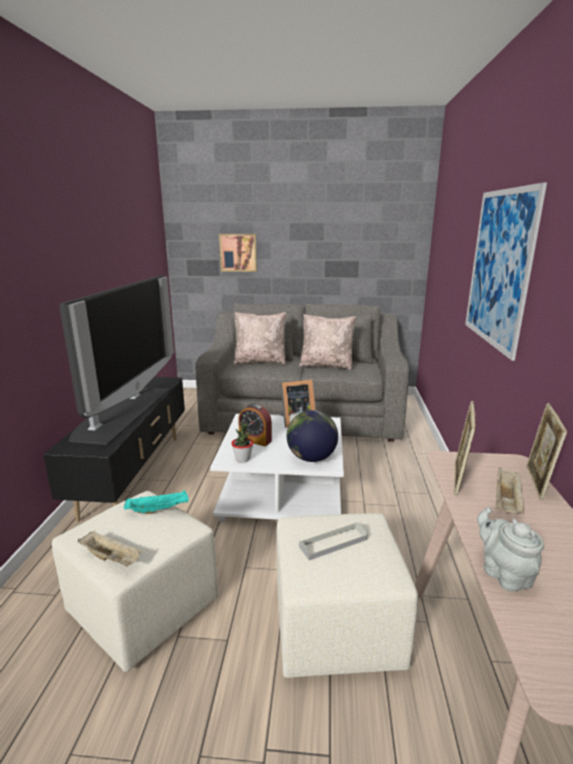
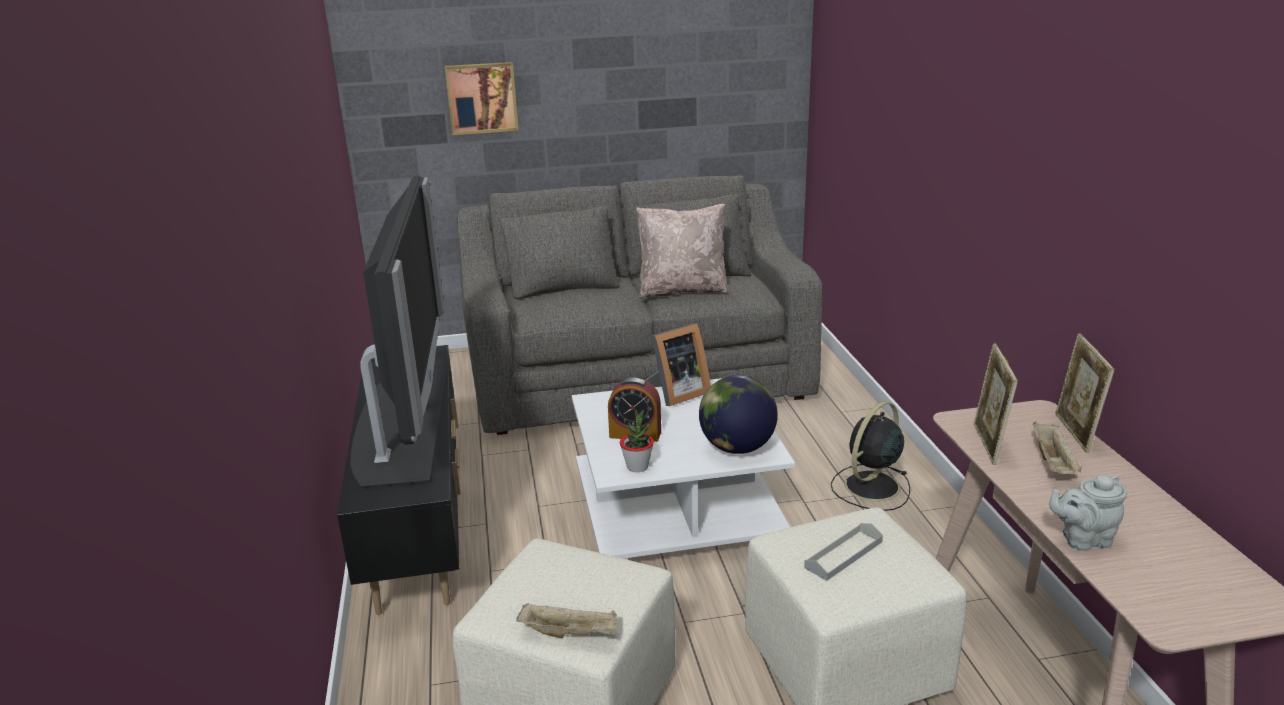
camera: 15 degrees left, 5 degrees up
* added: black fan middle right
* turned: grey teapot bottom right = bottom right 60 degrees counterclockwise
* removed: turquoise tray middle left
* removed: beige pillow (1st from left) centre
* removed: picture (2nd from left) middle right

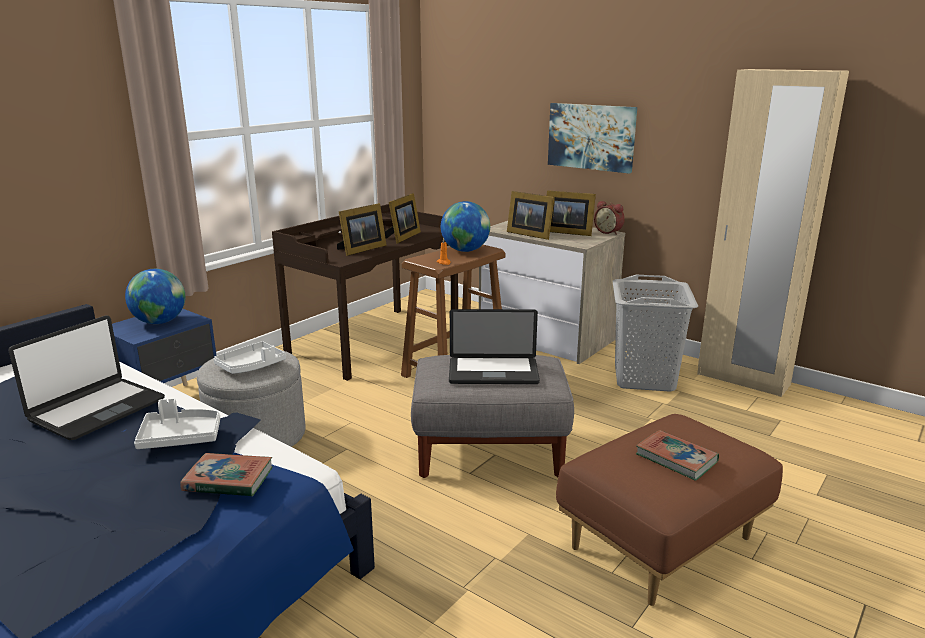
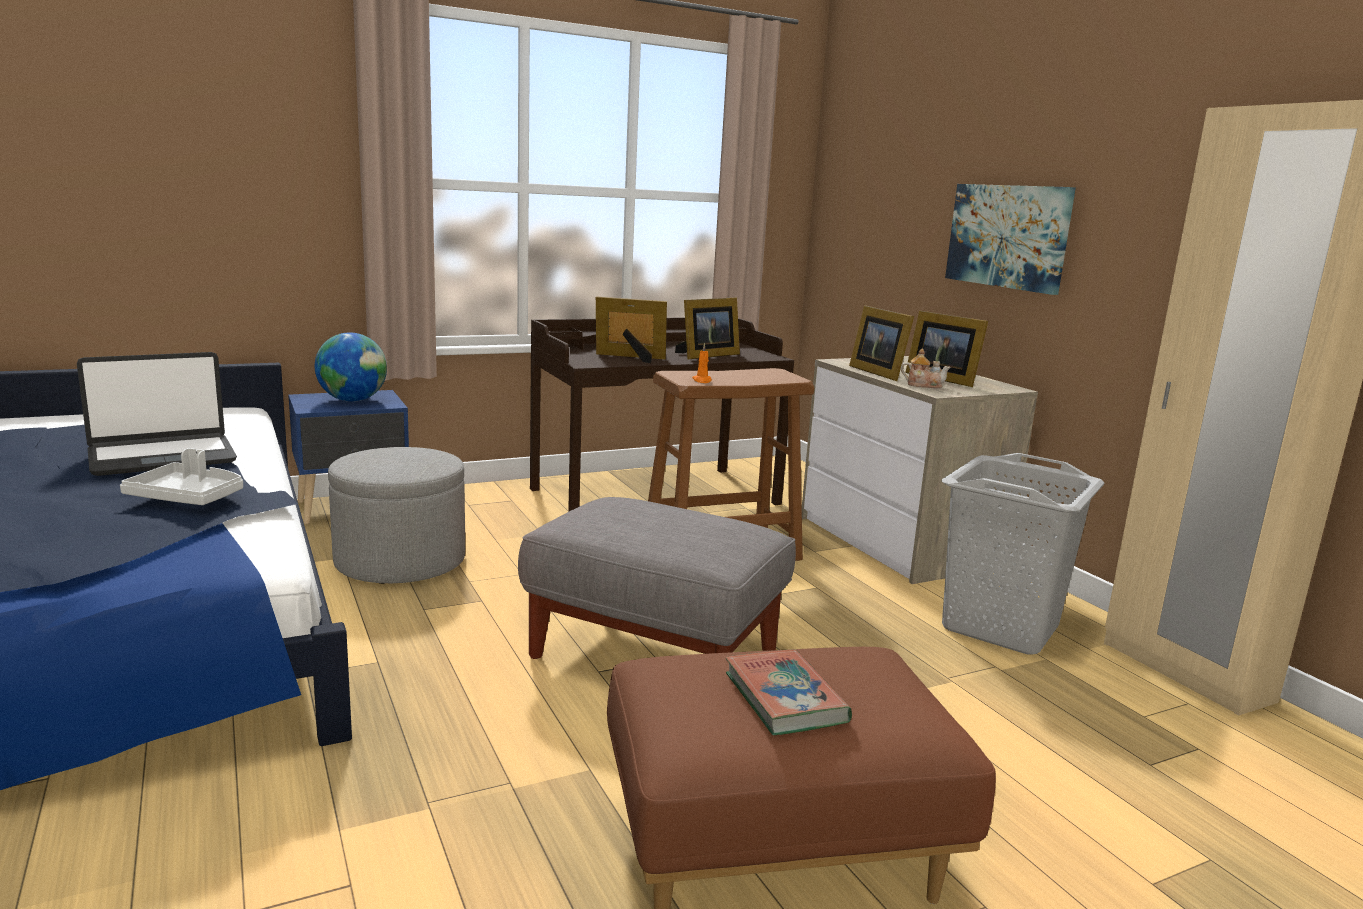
camera: 25 degrees right, 5 degrees down
* turned: picture frame (1st from left) centre = centre 150 degrees counterclockwise
* added: teapot middle right
* removed: book (1st from left) bottom left
* removed: white tray (2nd from left) middle left
* removed: globe (2nd from left) centre
* removed: laptop (2nd from left) centre
* removed: alarm clock centre

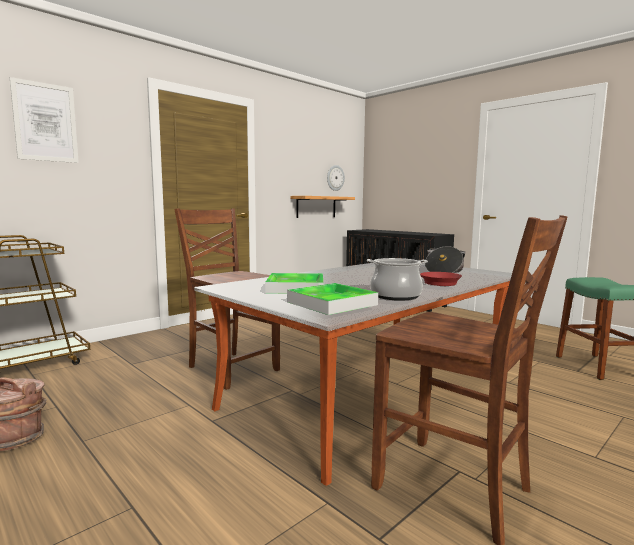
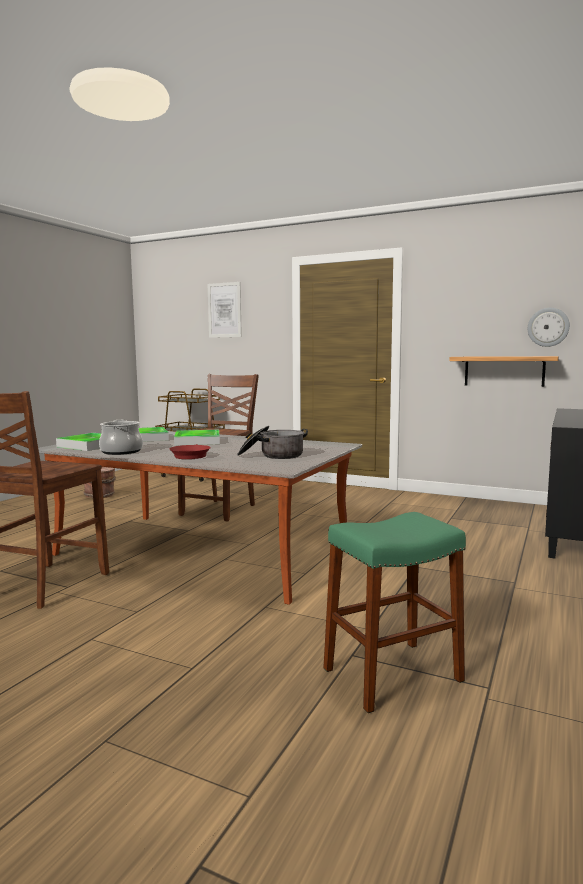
camera: 70 degrees right, 0 degrees up
* added: tray (3rd from left) centre

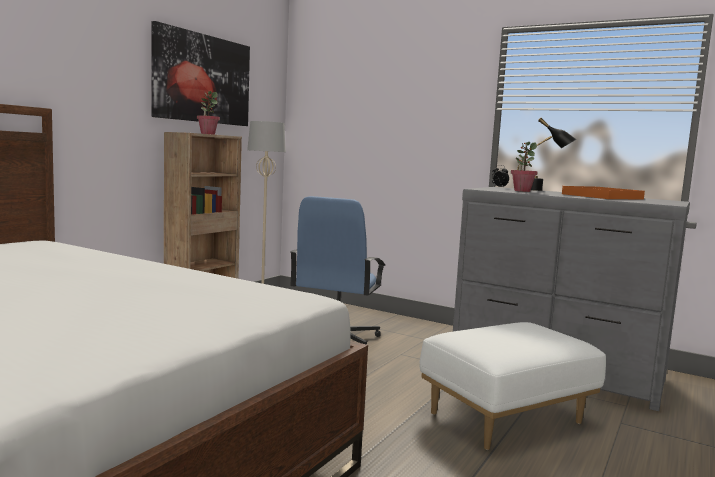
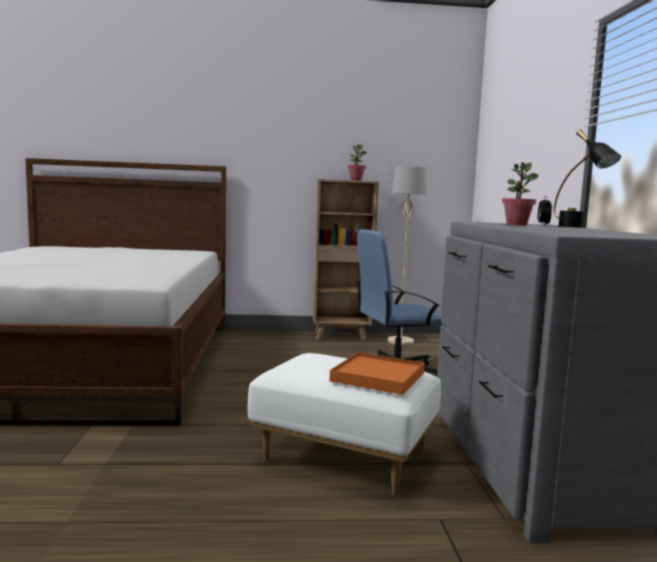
camera: 55 degrees right, 0 degrees up
* moved: orange tray middle right to centre
* removed: picture top left

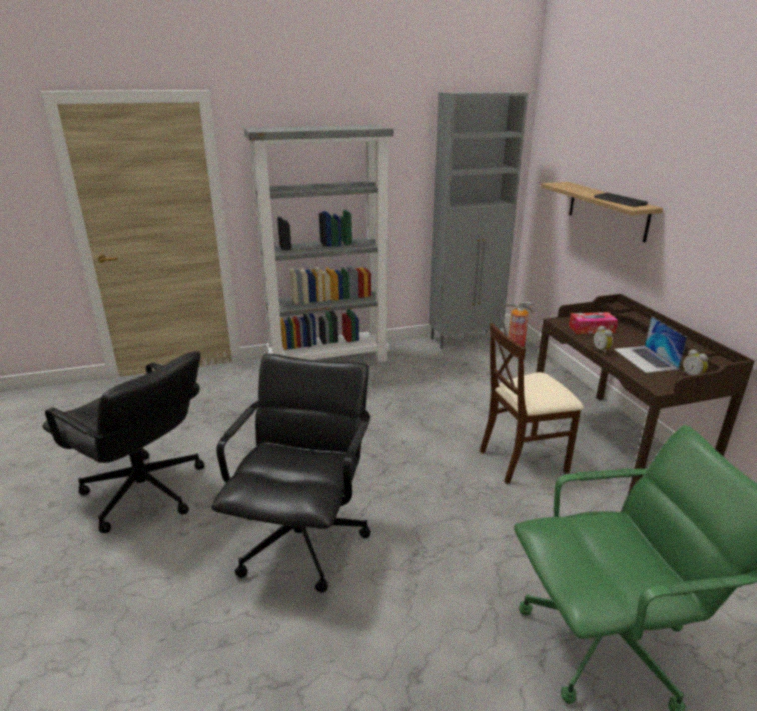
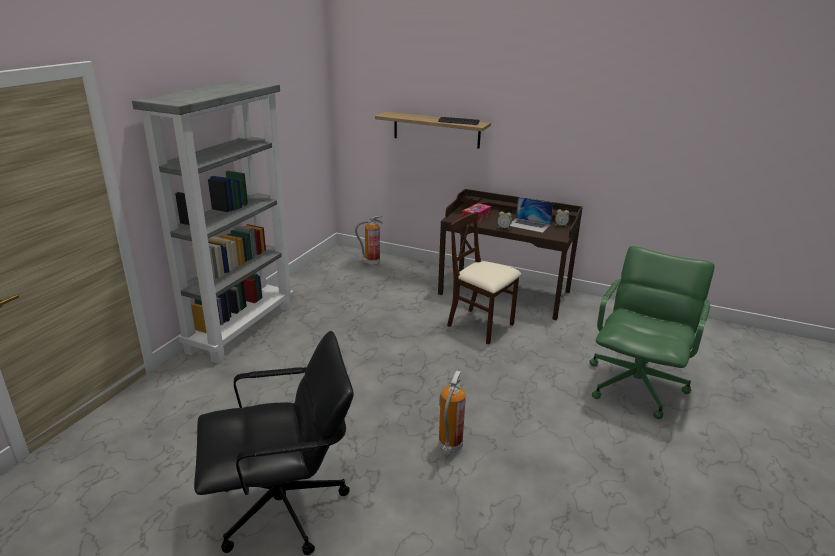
camera: 50 degrees left, 0 degrees up
* replaced: black office chair (2nd from left) centre to fire extinguisher (2nd from left) bottom centre
* turned: beige chair middle right = centre 105 degrees clockwise
* removed: grey cabinet top centre

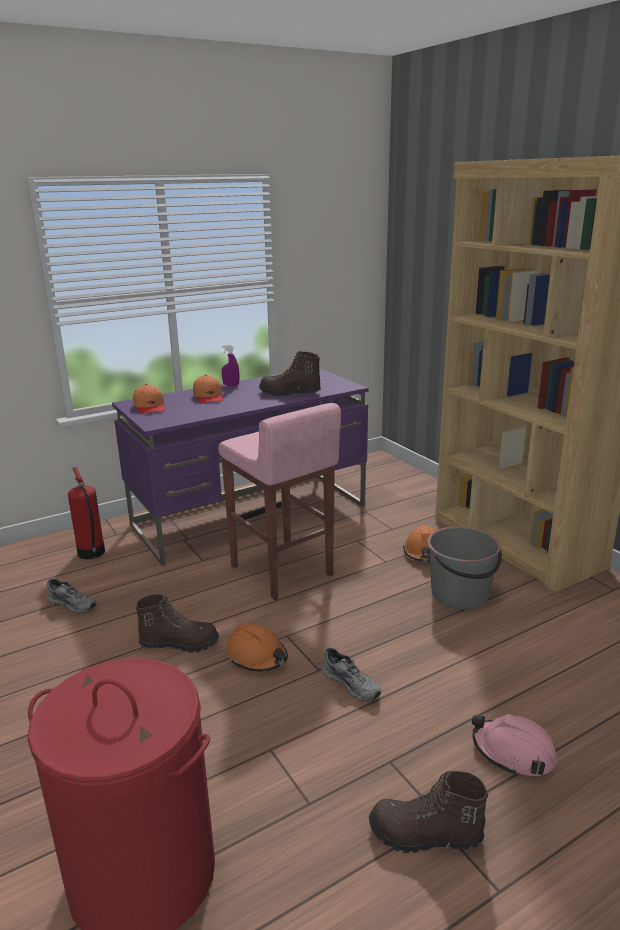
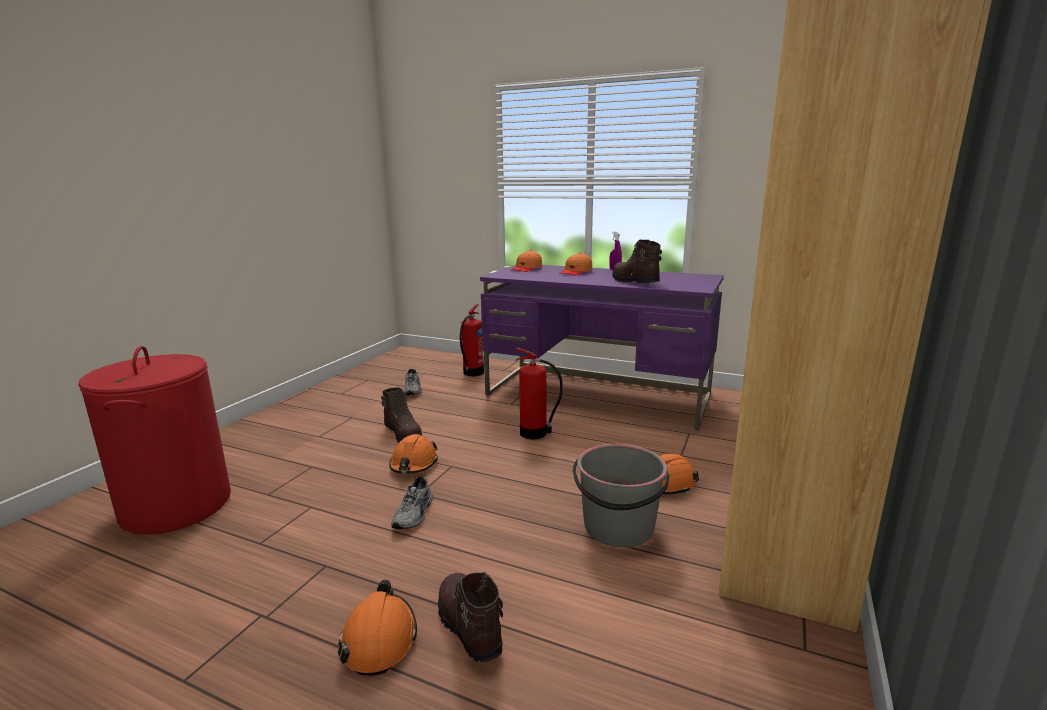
camera: 55 degrees right, 5 degrees down
* recoloured: pink hard hat bottom right to orange hard hat (1st from left) bottom centre
* moved: brown boot (3rd from left in the first image) bottom right to brown boot (2nd from left) bottom centre
* replaced: pink stool centre to fire extinguisher (2nd from left) centre

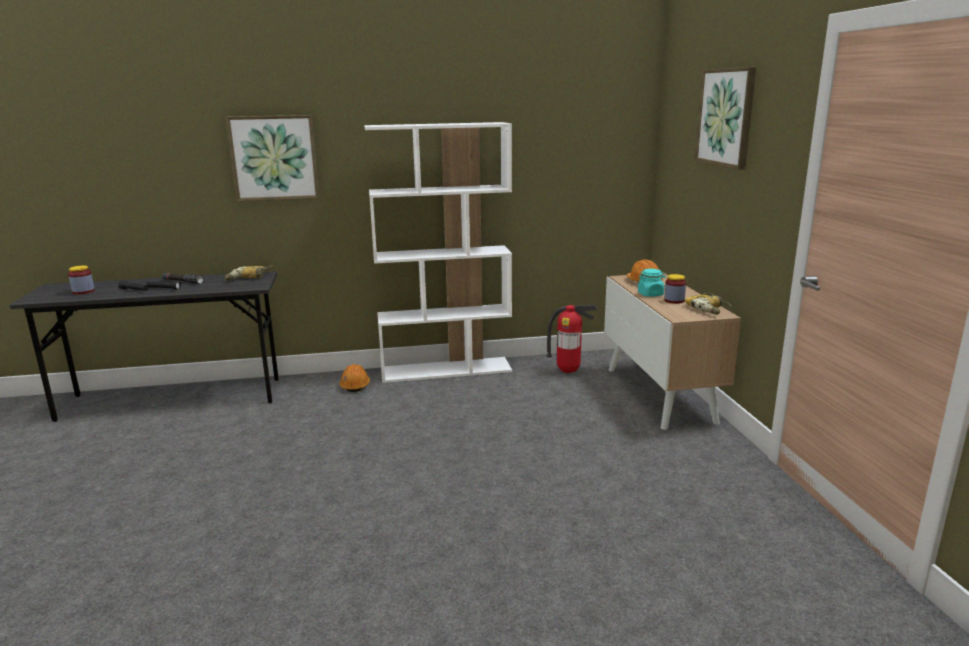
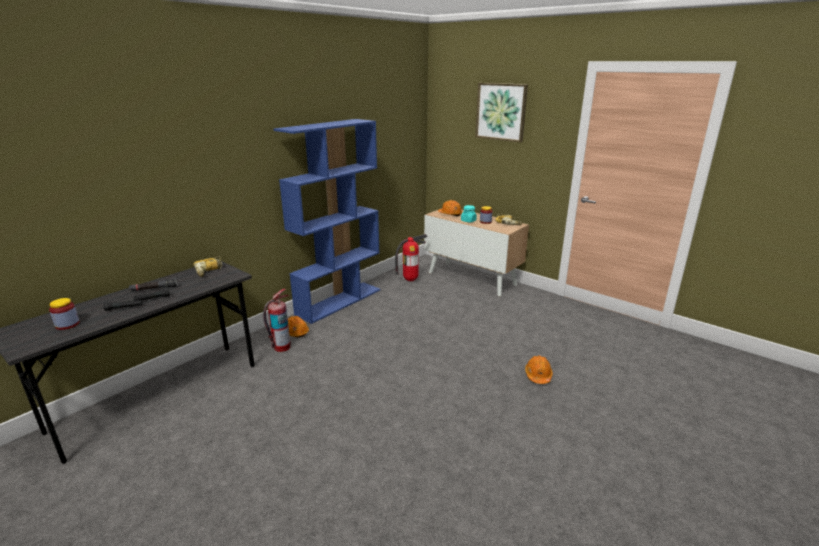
camera: 40 degrees left, 5 degrees up
* added: fire extinguisher (1st from left) centre
* recoloured: white bookcase centre to blue bookcase centre
* added: orange hard hat (3rd from left) bottom centre
* removed: picture (1st from left) top left

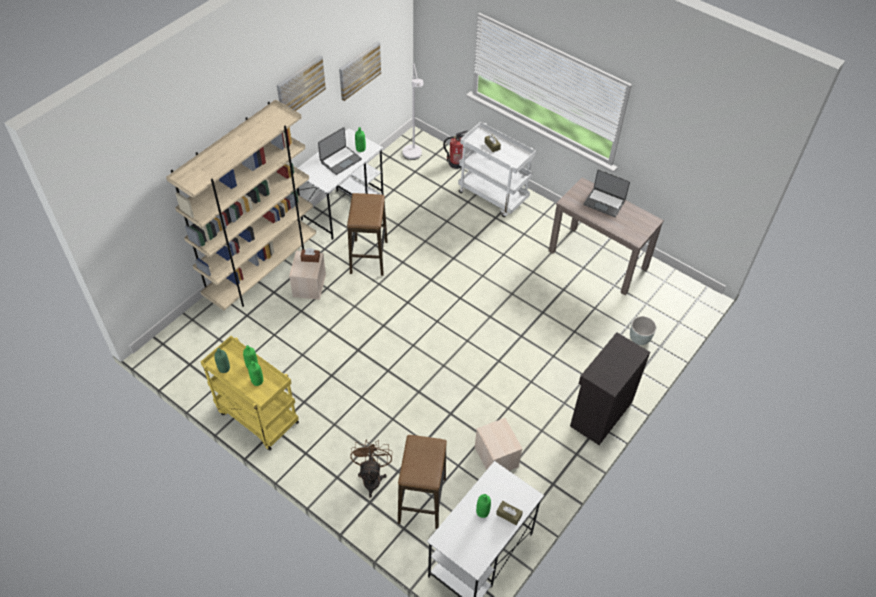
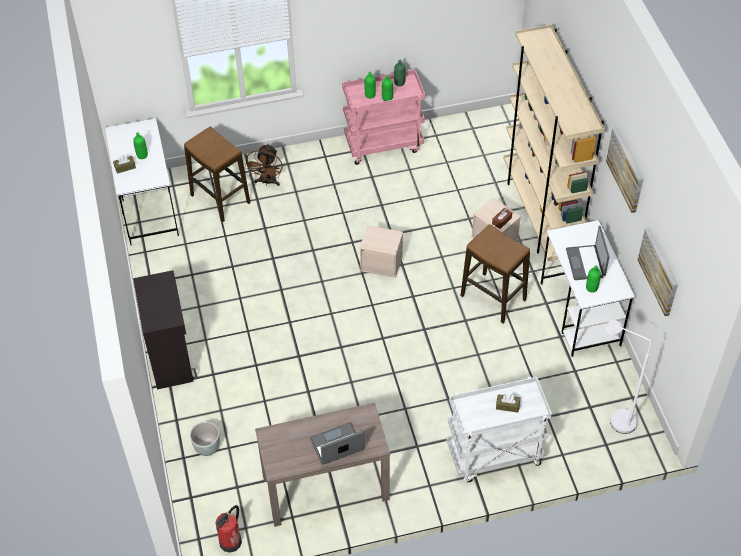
camera: 130 degrees right, 0 degrees up
* moved: fire extinguisher top centre to bottom left
* turned: brown fan bottom centre = top centre 60 degrees clockwise
* recoloured: yellow cart middle left to pink cart top centre
* moved: beige storage box (2nd from left in the first image) bottom centre to beige storage box (1st from left) centre

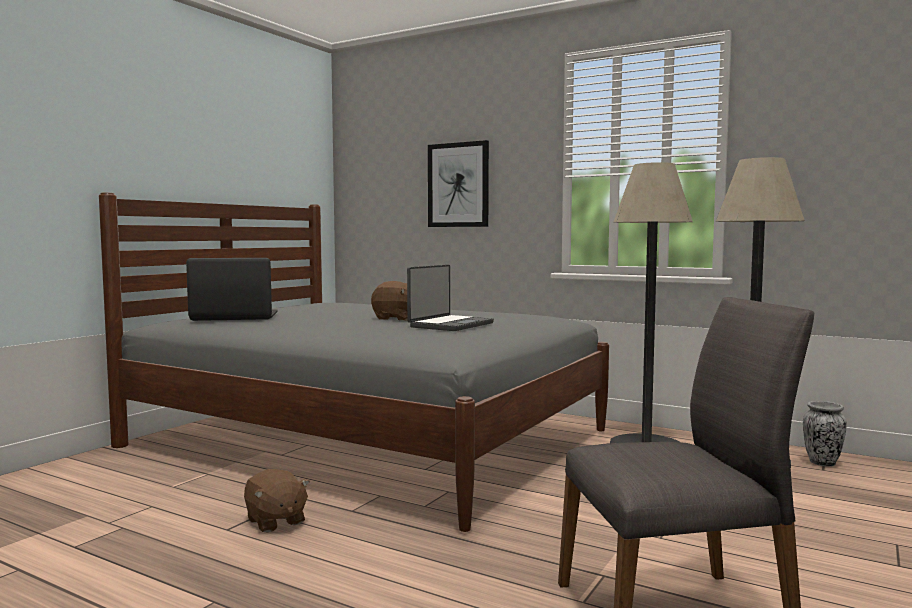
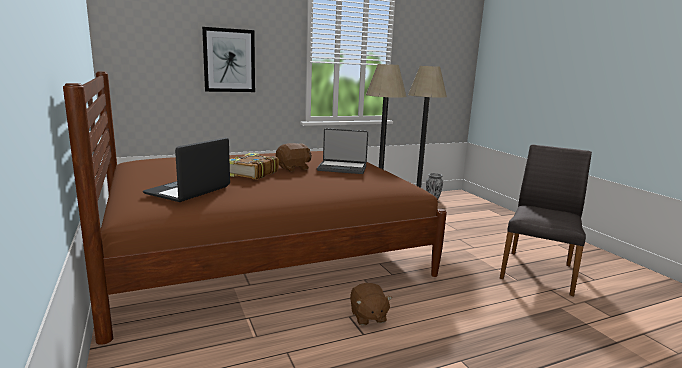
camera: 55 degrees left, 10 degrees up
* recoloured: grey bed centre to brown bed centre
* added: book centre
* turned: laptop (2nd from left) centre = centre 120 degrees clockwise
* turned: brown plush toy (1st from left in the first image) bottom left = bottom centre 75 degrees clockwise

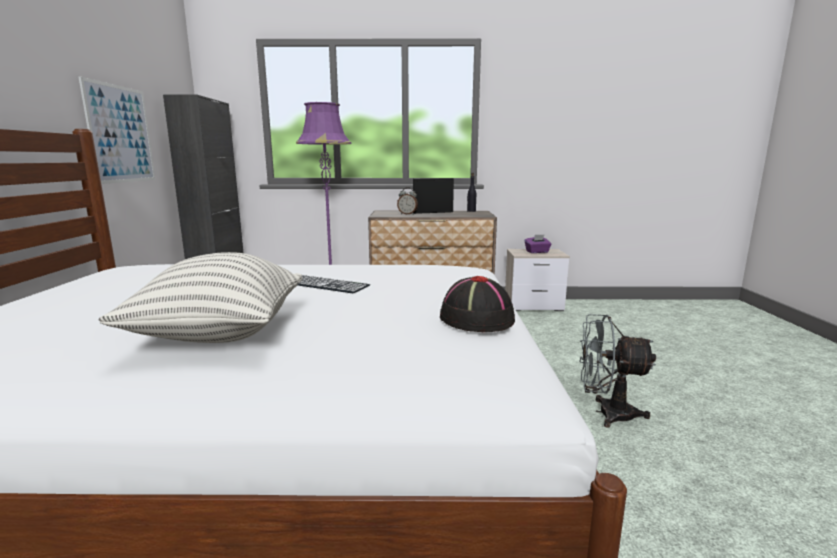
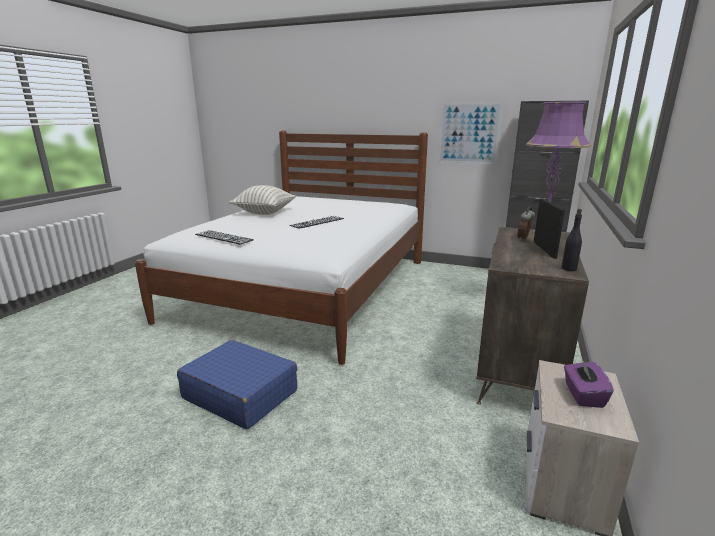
camera: 110 degrees right, 5 degrees up
* replaced: grey fan middle right to blue suitcase bottom left
* replaced: black hat centre to keyboard (1st from left) middle left

